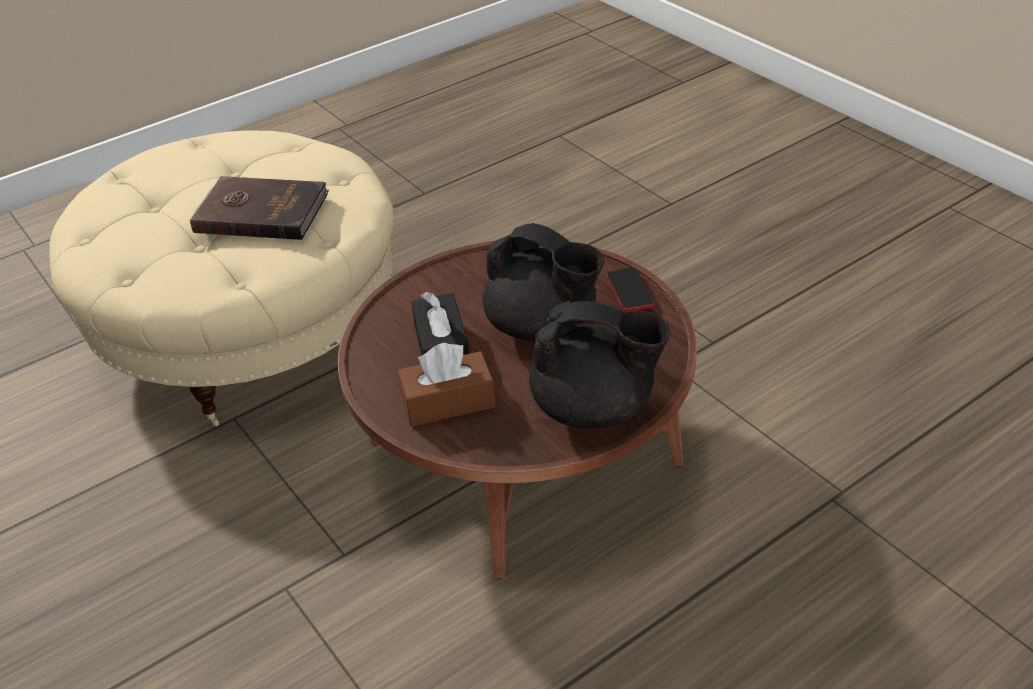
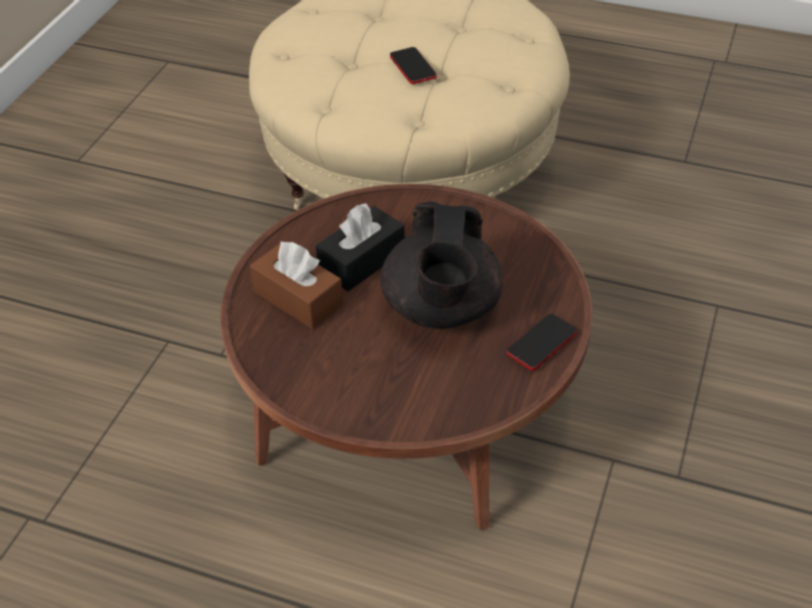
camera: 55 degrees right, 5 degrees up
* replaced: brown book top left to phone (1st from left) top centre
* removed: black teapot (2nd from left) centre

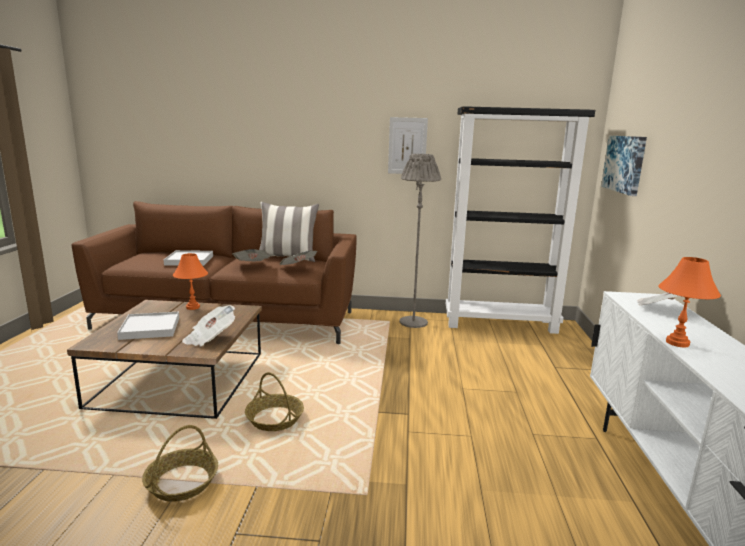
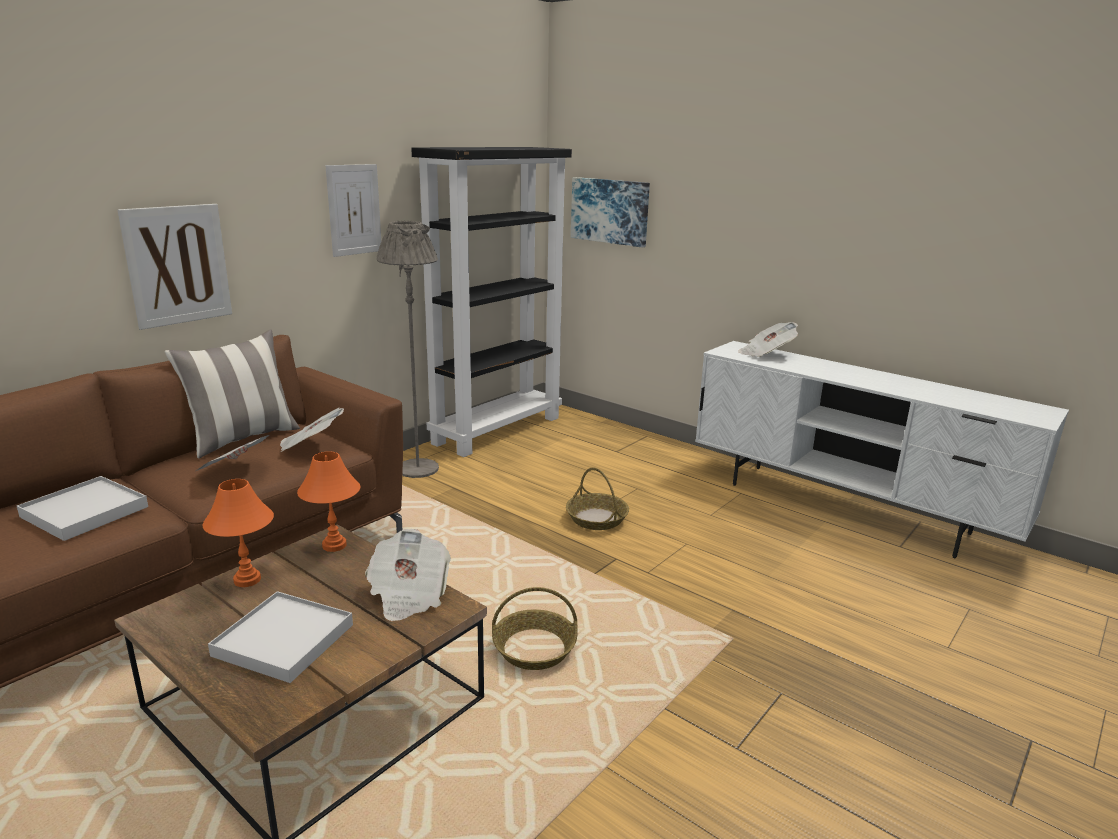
camera: 55 degrees left, 5 degrees up
* added: picture (1st from left) top left
* moved: orange table lamp (2nd from left) middle right to middle left
* moved: basket (1st from left in the first image) bottom left to basket (2nd from left) centre

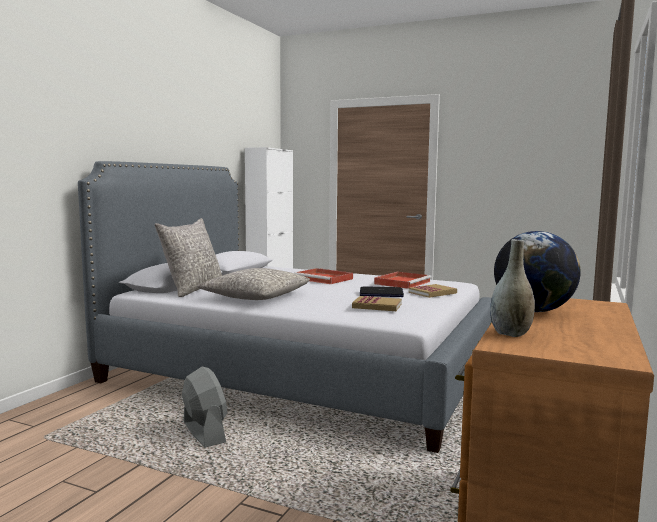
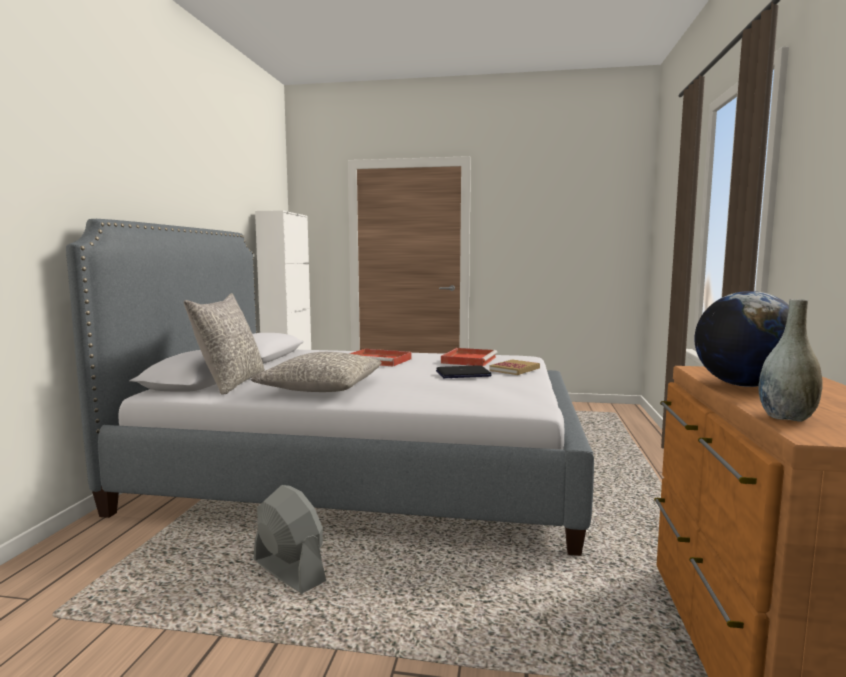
camera: 15 degrees left, 0 degrees up
* removed: book (1st from left) centre

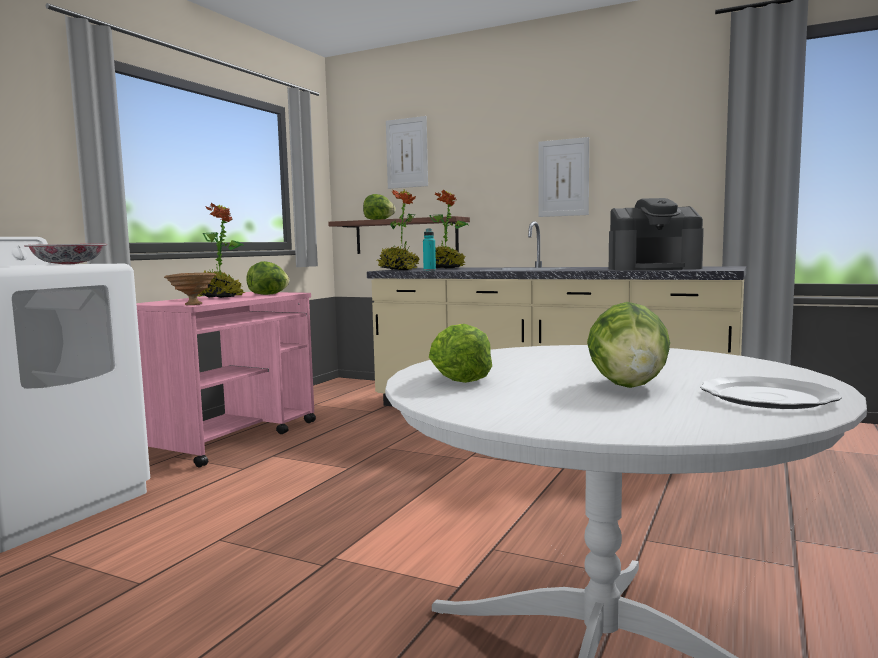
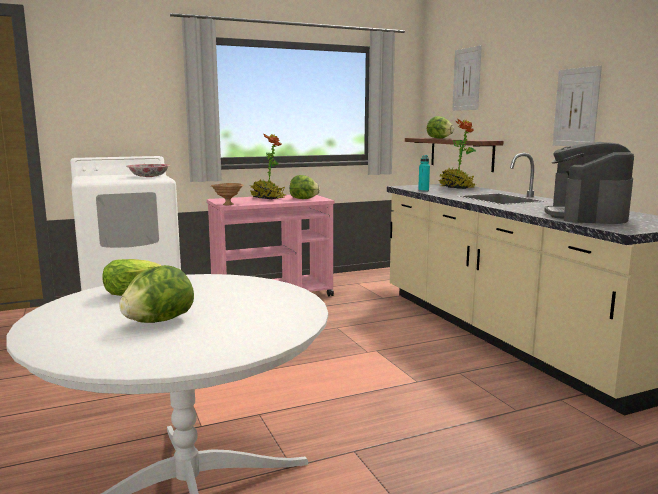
camera: 40 degrees right, 5 degrees up
* turned: coffee machine middle right = middle right 60 degrees clockwise
* removed: potted plant (2nd from left) centre
* removed: plate middle right

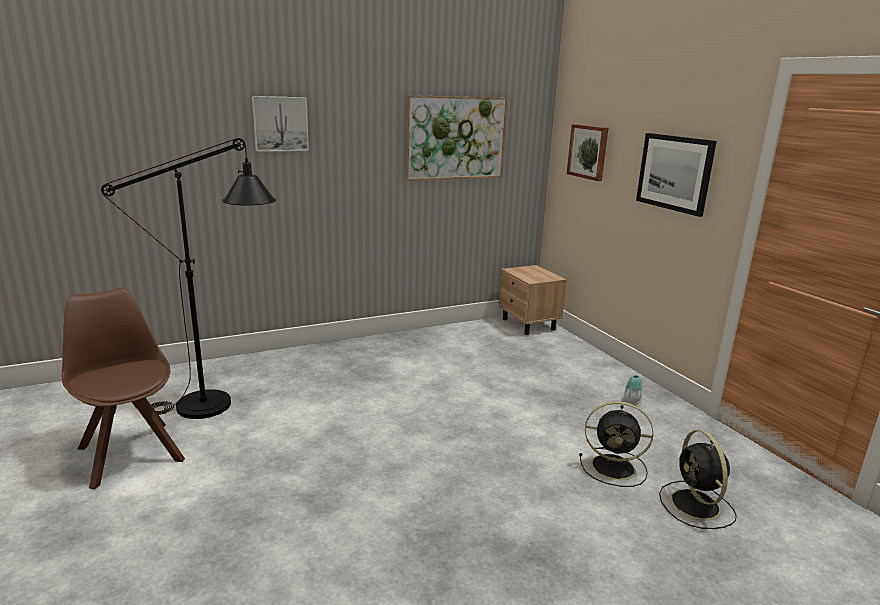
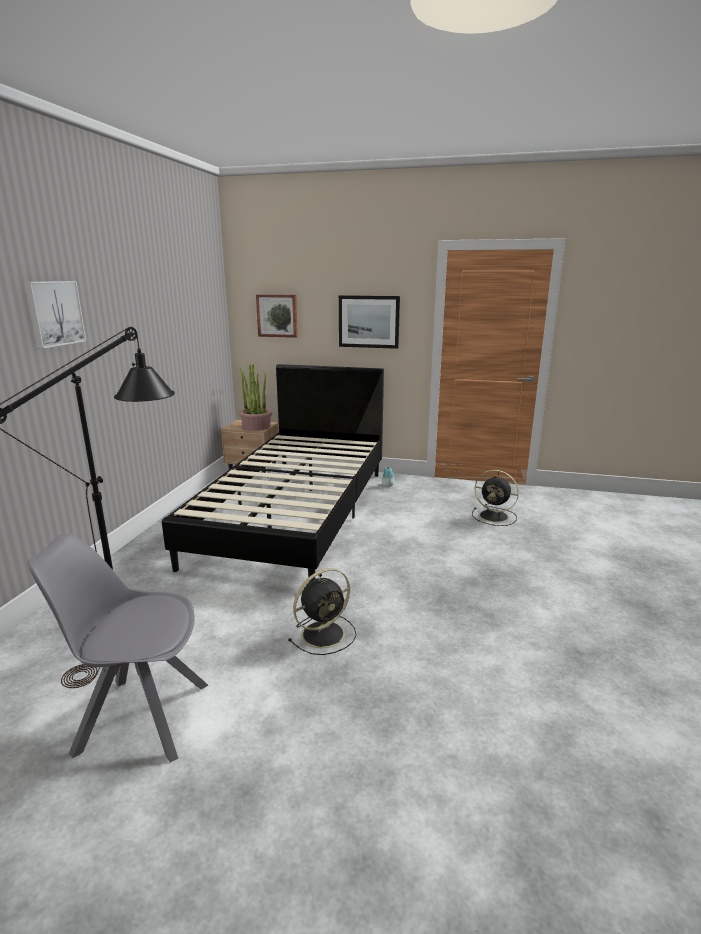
camera: 50 degrees left, 0 degrees up
* recoloured: brown chair middle left to grey chair bottom left
* added: black bed centre
* added: potted plant centre
* moved: black fan (1st from left) bottom right to centre
* removed: picture (2nd from left) top centre

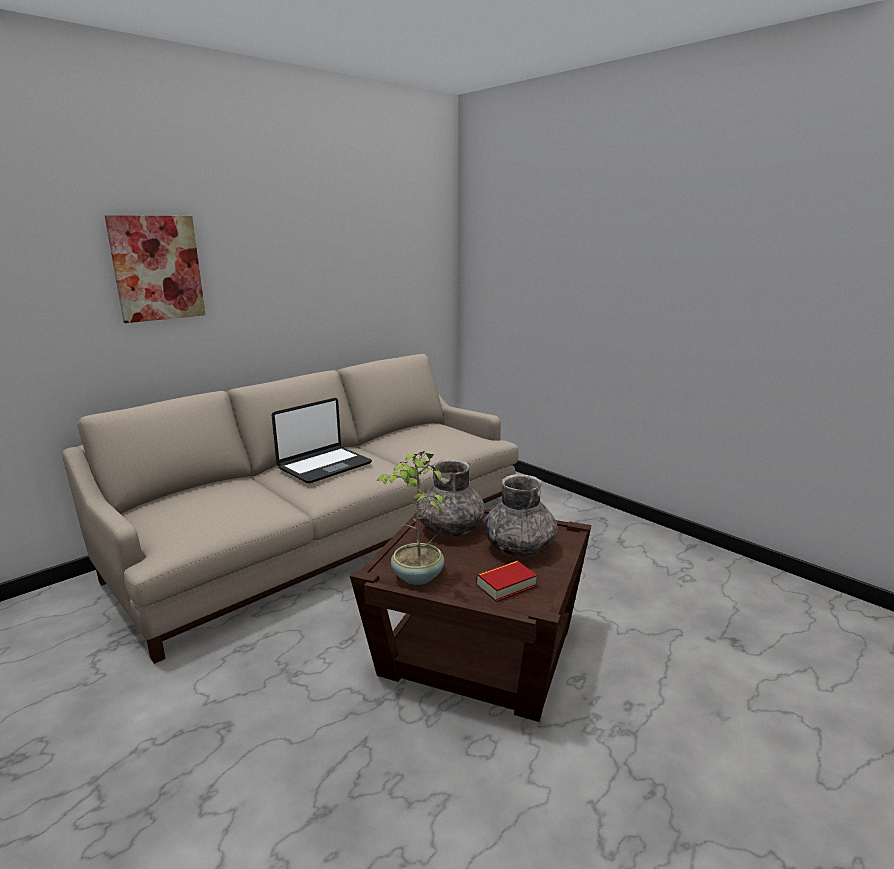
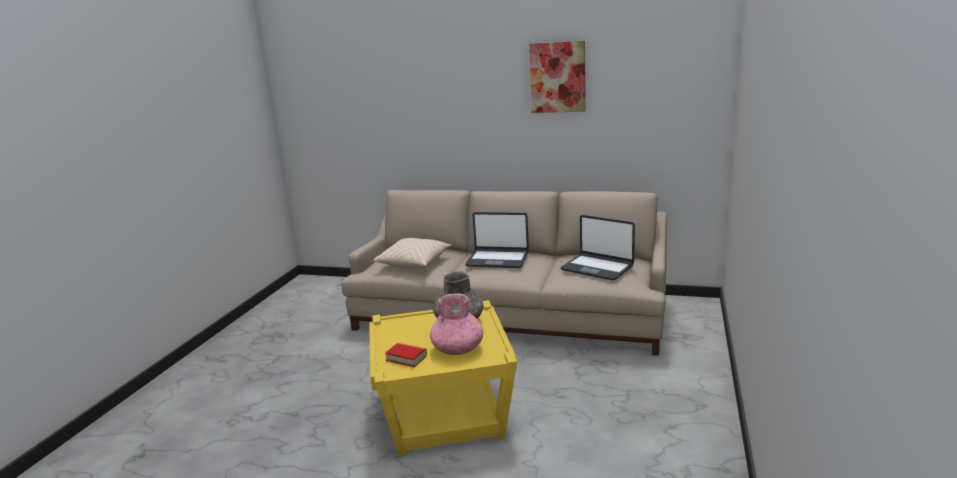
camera: 60 degrees right, 0 degrees up
* recoloured: brown side table bottom centre to yellow side table bottom centre
* added: beige pillow centre
* recoloured: grey vase (2nd from left) centre to pink vase bottom centre
* moved: picture top left to top centre
* added: laptop (2nd from left) centre
* removed: potted plant centre

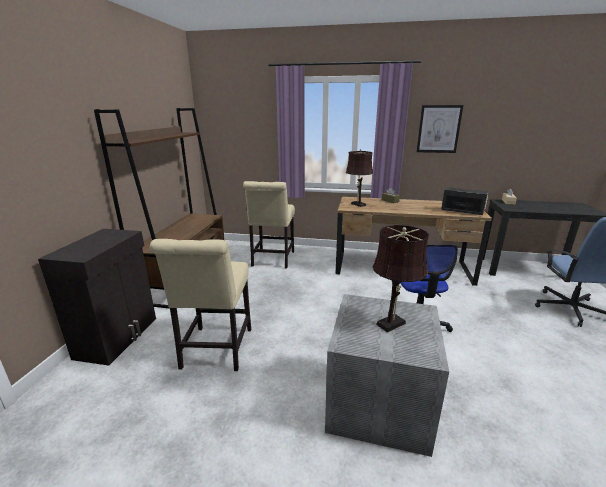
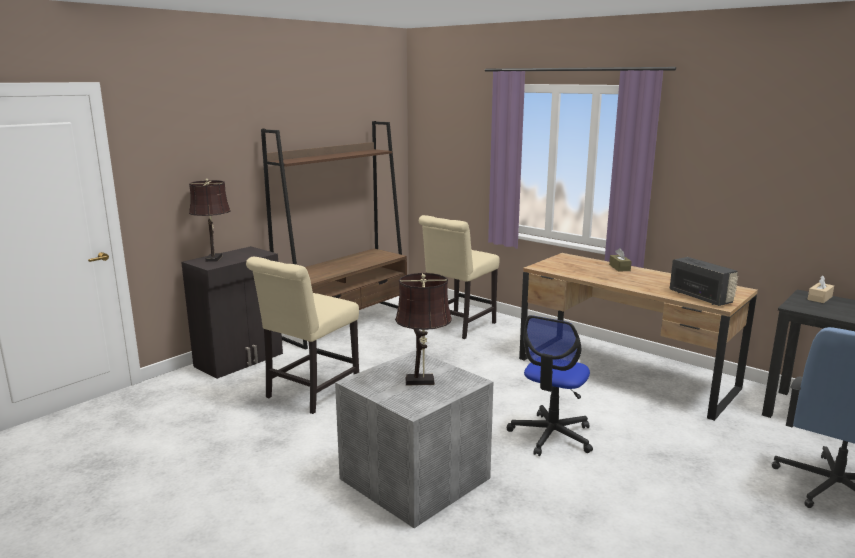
camera: 30 degrees right, 5 degrees down
* moved: brown table lamp (1st from left) centre to middle left
* removed: picture top right

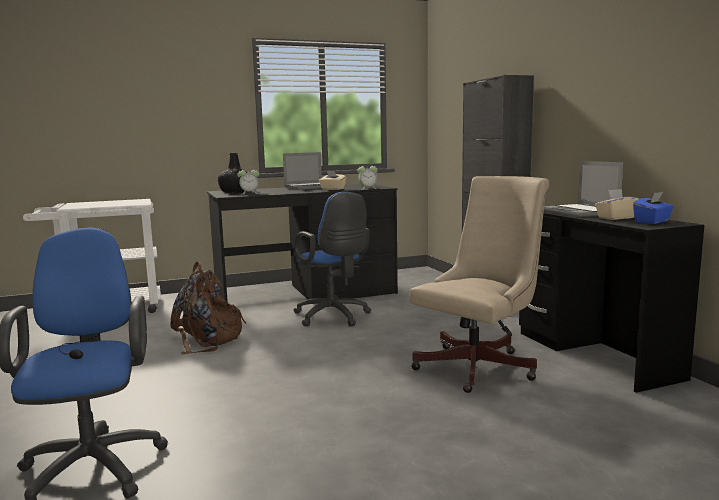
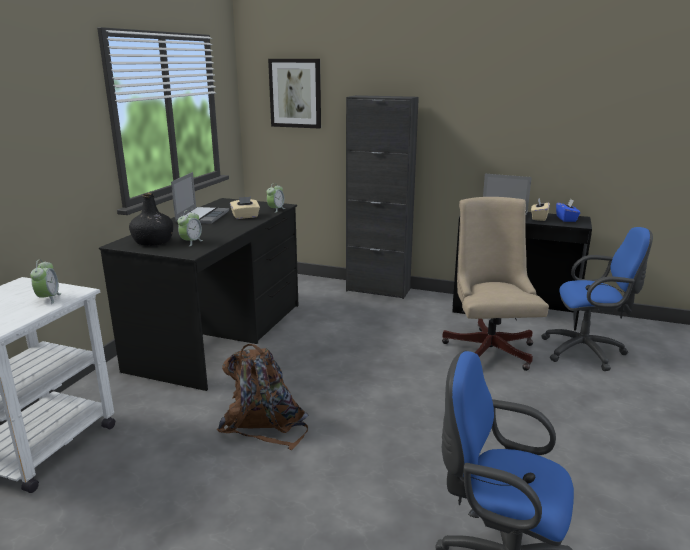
camera: 50 degrees left, 10 degrees up
* added: alarm clock (1st from left) middle left
* added: picture top centre
* moved: blue office chair (2nd from left) centre to middle right

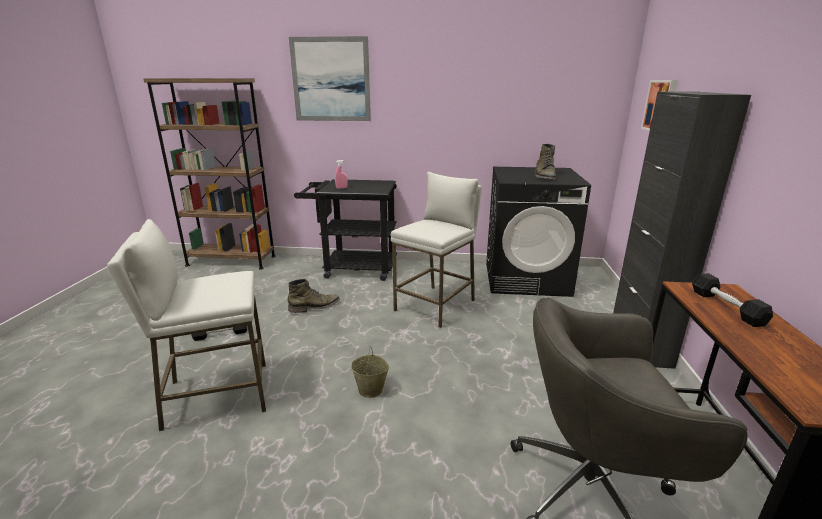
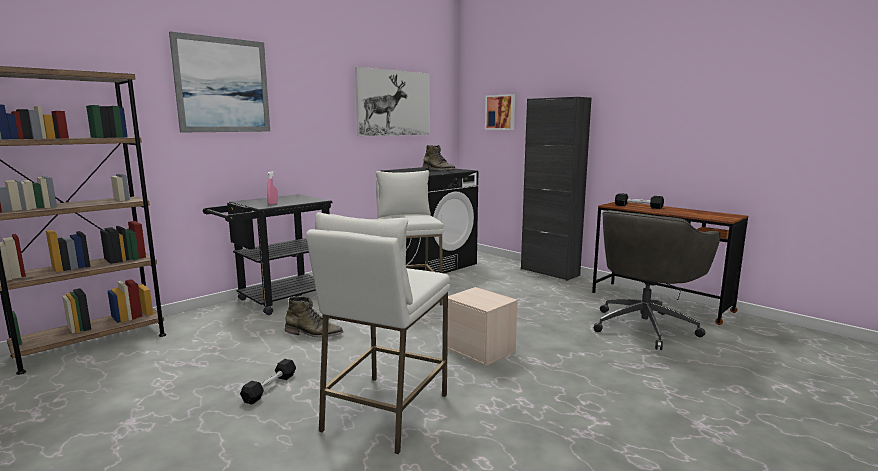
camera: 50 degrees left, 10 degrees down
* turned: green boot (1st from left) centre = bottom centre 90 degrees clockwise
* added: picture (2nd from left) top centre
* replaced: beige bucket bottom centre to beige storage box bottom centre

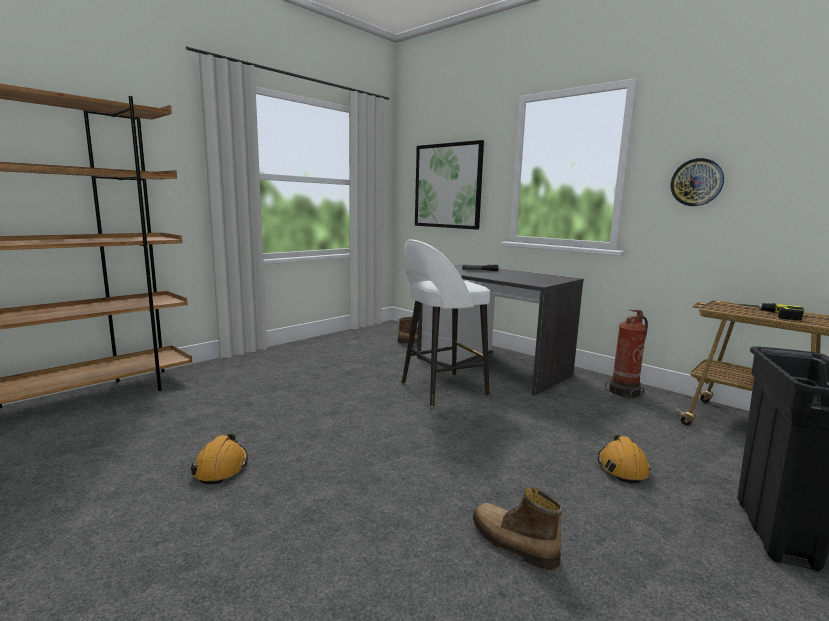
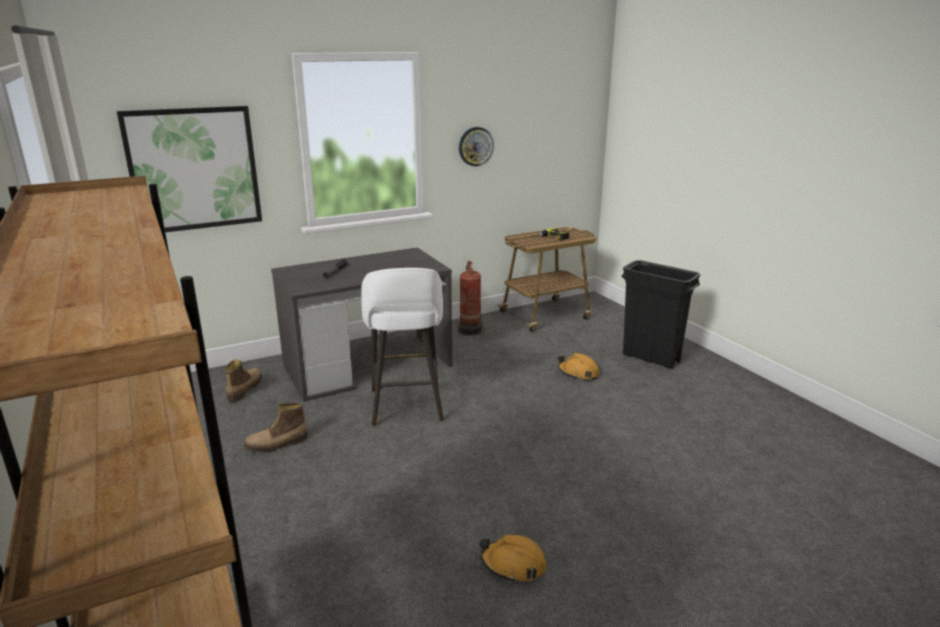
camera: 70 degrees left, 10 degrees up
* moved: boot (2nd from left) bottom centre to bottom left

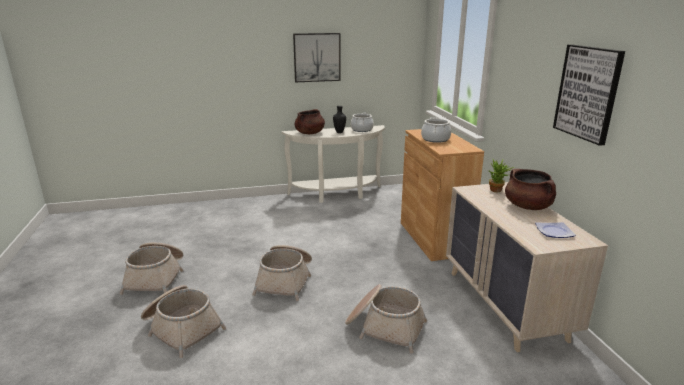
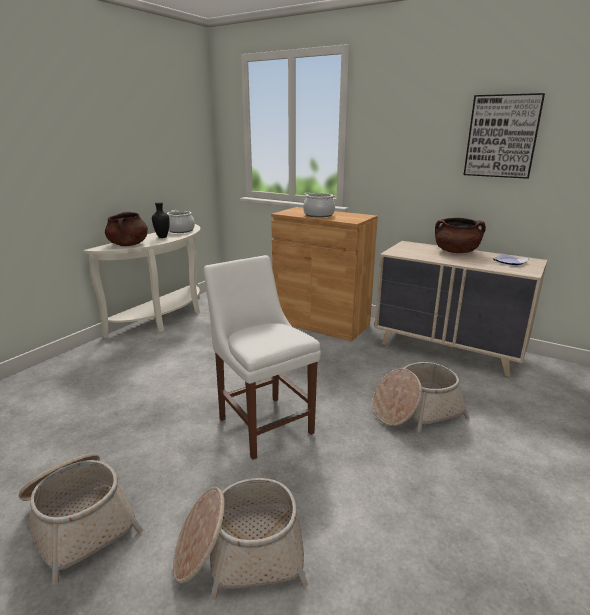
camera: 45 degrees left, 0 degrees up
* replaced: basket (3rd from left) bottom centre to white chair centre
* removed: picture (1st from left) top centre
* removed: potted plant middle right

